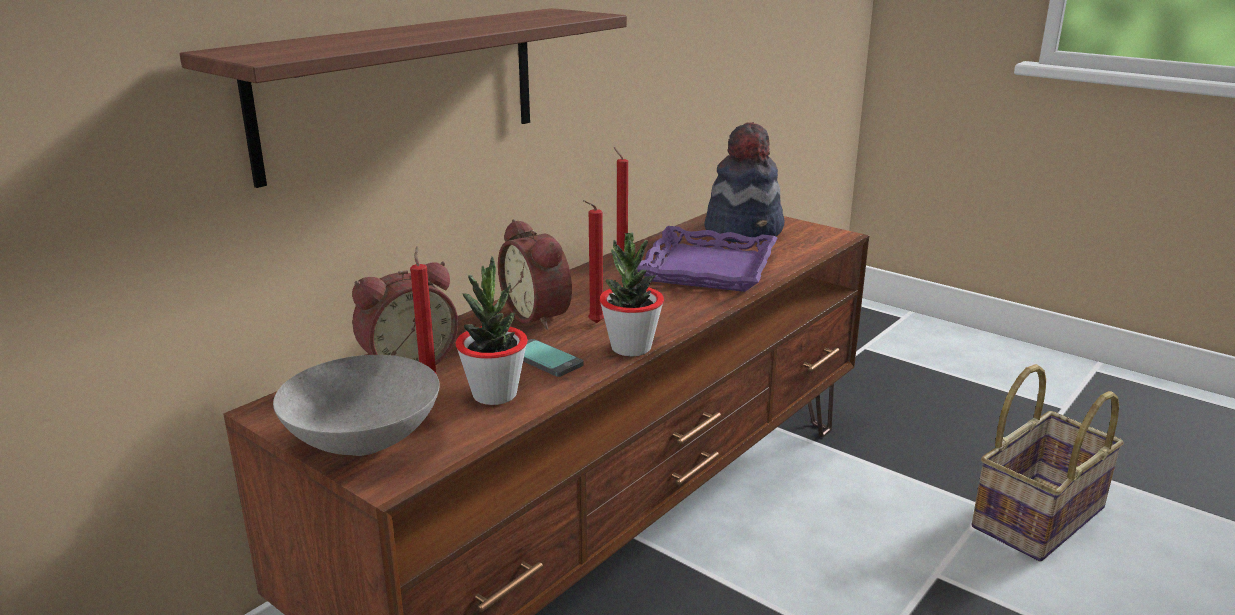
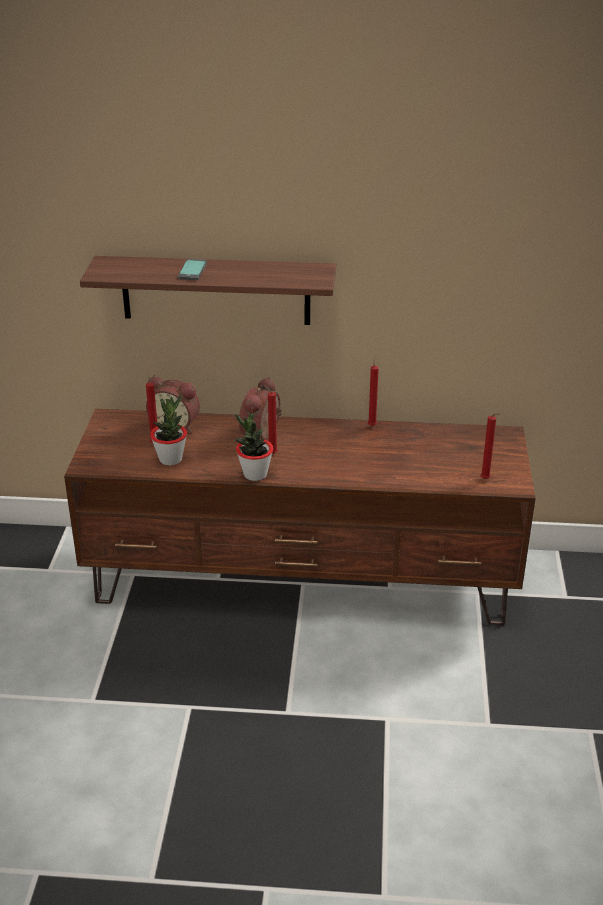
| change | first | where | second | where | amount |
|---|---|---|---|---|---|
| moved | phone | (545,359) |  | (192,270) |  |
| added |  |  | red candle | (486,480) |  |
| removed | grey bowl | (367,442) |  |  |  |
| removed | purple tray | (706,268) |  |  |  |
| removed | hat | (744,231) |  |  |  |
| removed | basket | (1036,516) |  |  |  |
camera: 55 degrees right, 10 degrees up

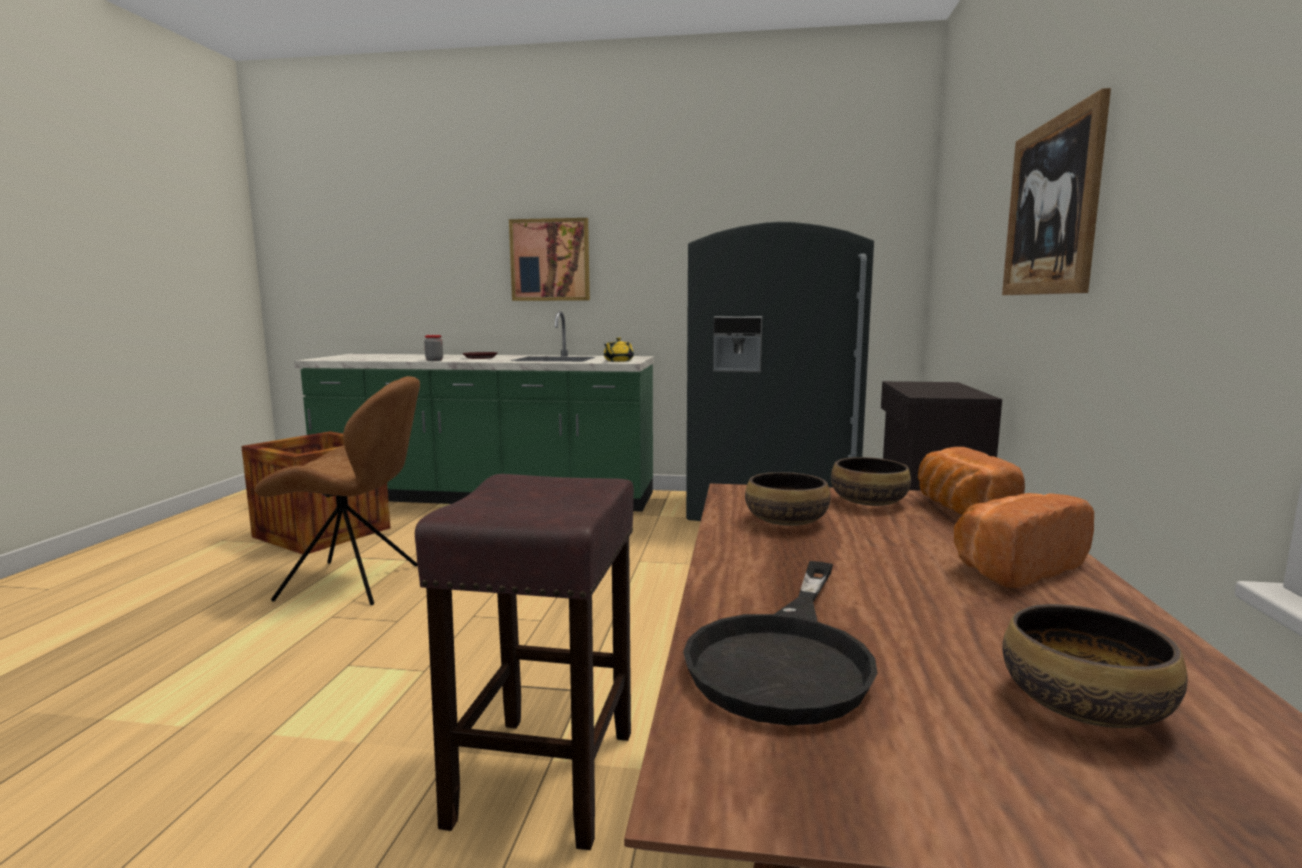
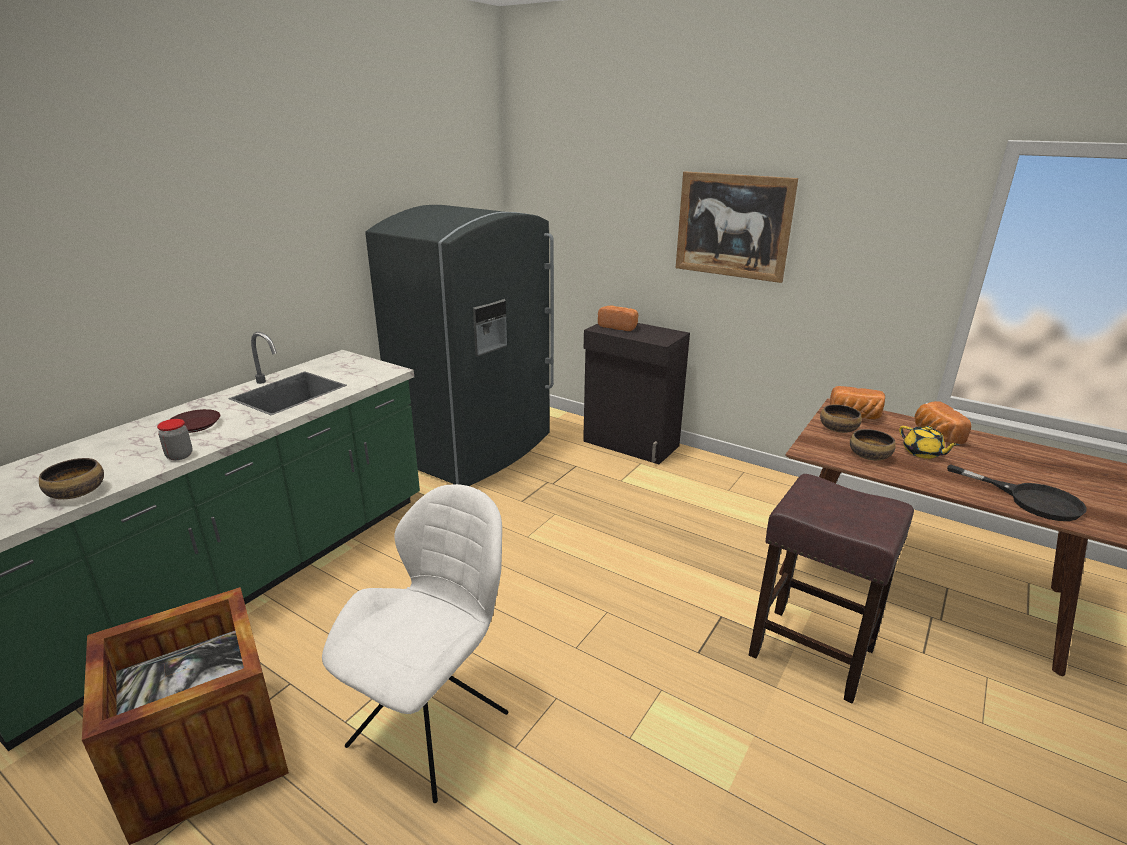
| change | first | where | second | where | amount |
|---|---|---|---|---|---|
| moved | bowl | (1083,706) |  | (77,492) |  |
| recoloured | brown chair | (354,583) | white chair | (433,725) |  |
| added |  |  | bread | (619,327) |  |
| moved | yellow teapot | (618,361) |  | (922,453) |  |
| removed | picture | (550,260) |  |  |  |
camera: 65 degrees left, 15 degrees up

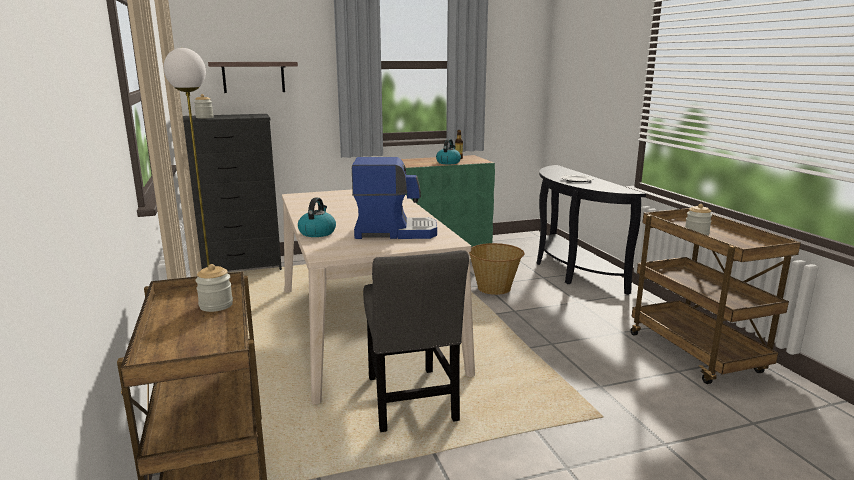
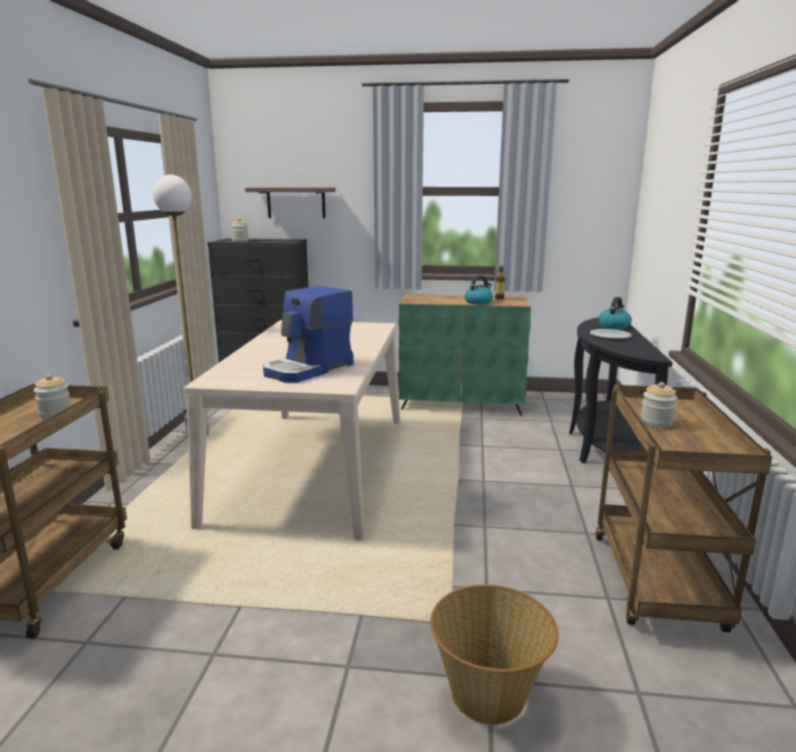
| change | first | where | second | where | amount |
|---|---|---|---|---|---|
| turned | coffee machine | (395,231) |  | (309,369) | 105 degrees clockwise |
| moved | basket | (494,288) |  | (489,695) |  |
| moved | kettle | (317,232) |  | (614,326) |  |
| removed | grey chair | (411,403) |  |  |  |
camera: 25 degrees right, 0 degrees up

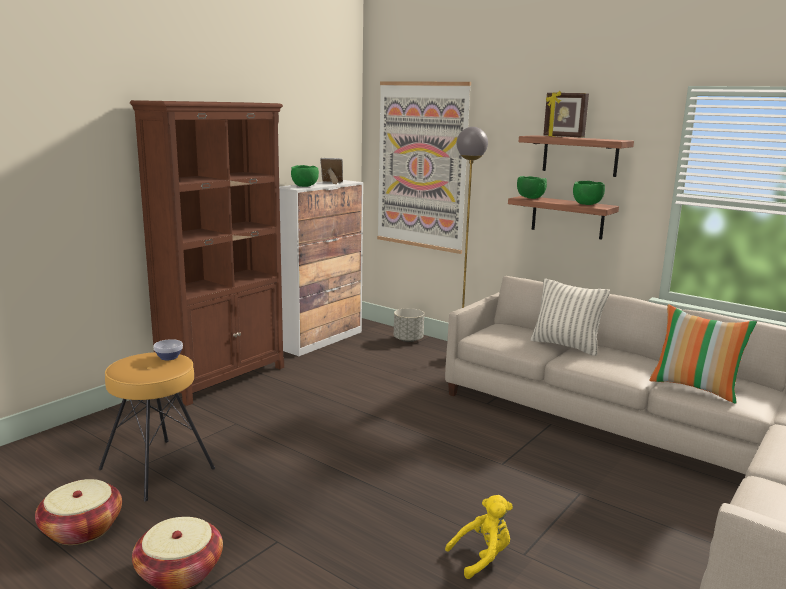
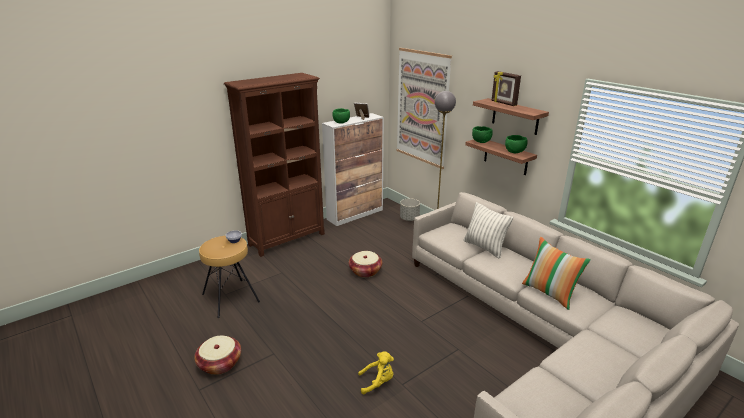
| change | first | where | second | where | amount |
|---|---|---|---|---|---|
| moved | basket | (82,529) |  | (365,271) |  |
camera: 15 degrees right, 10 degrees up

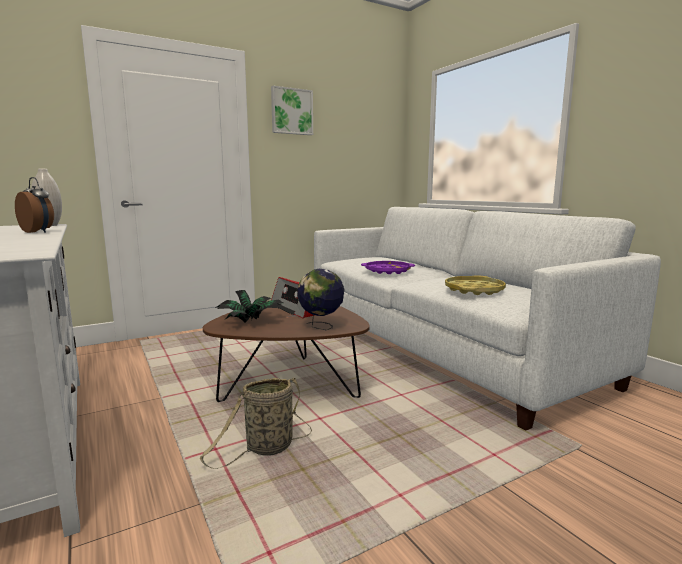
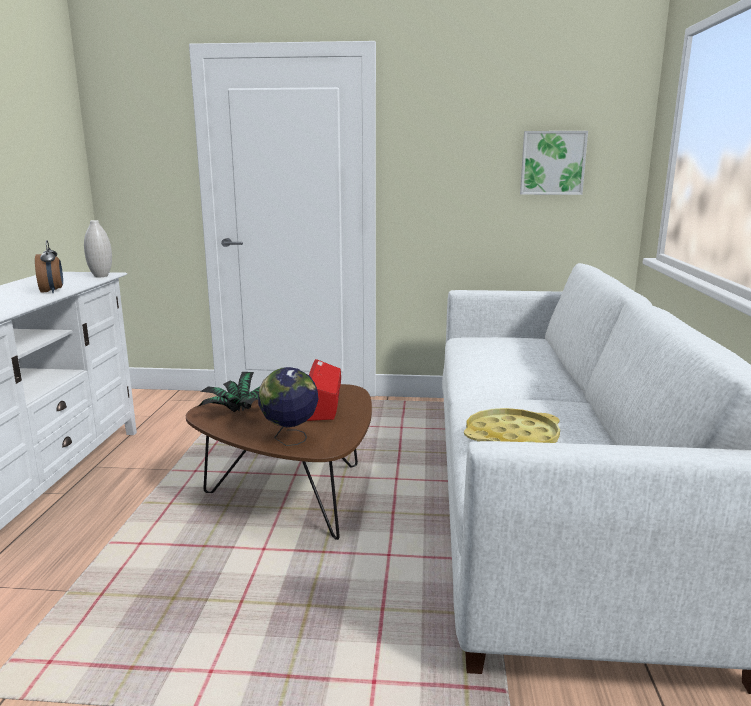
| change | first | where | second | where | amount |
|---|---|---|---|---|---|
| moved | picture | (291,111) |  | (552,163) |  |
| removed | basket | (266,449) |  |  |  |
| removed | purple tray | (387,271) |  |  |  |
camera: 35 degrees right, 5 degrees up

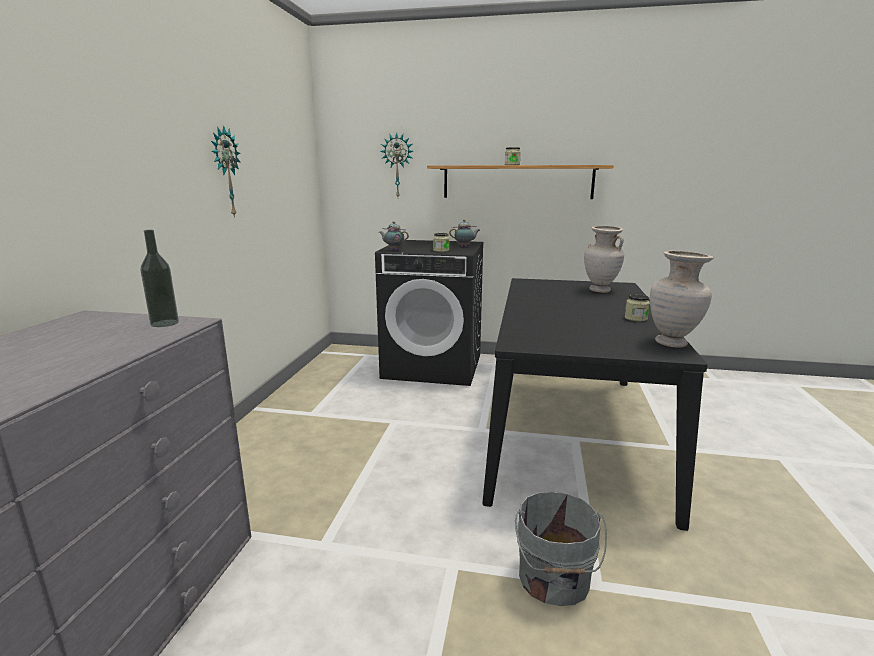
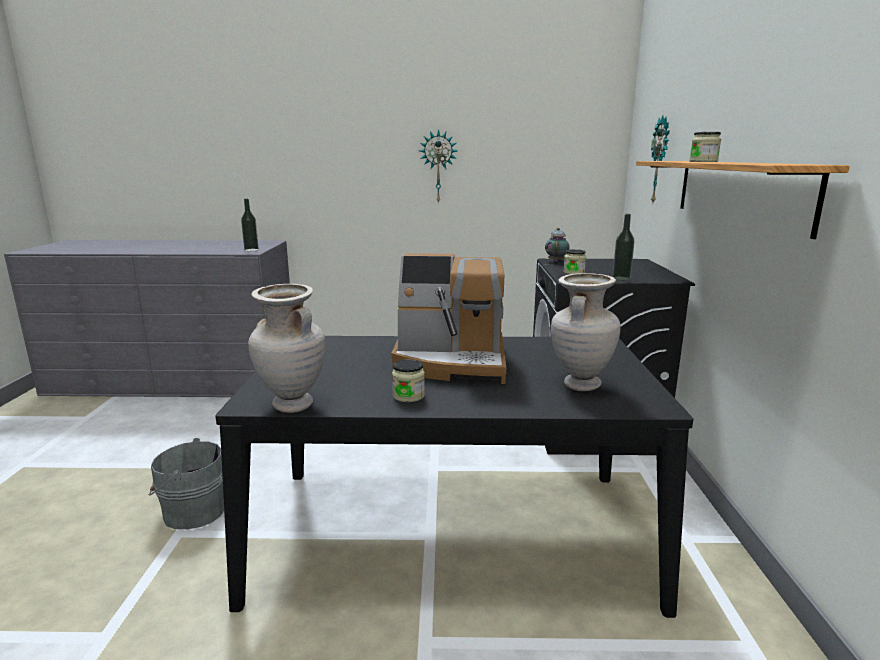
| change | first | where | second | where | amount |
|---|---|---|---|---|---|
| added |  |  | coffee machine | (451,362) |  |
| replaced | teapot | (465,247) | bottle | (621,278) |  |
camera: 80 degrees right, 0 degrees up

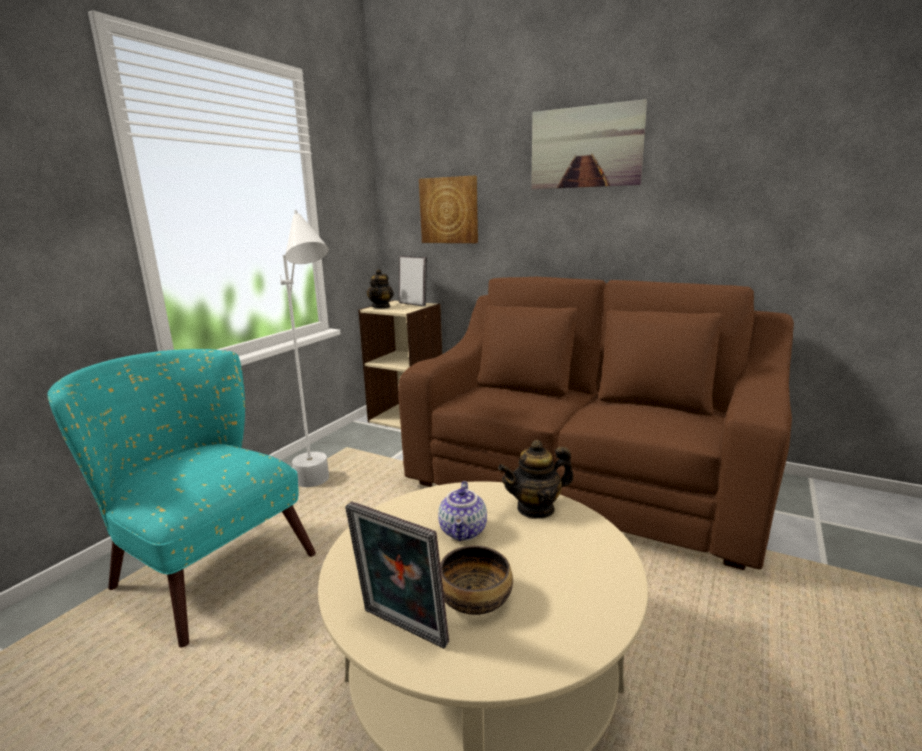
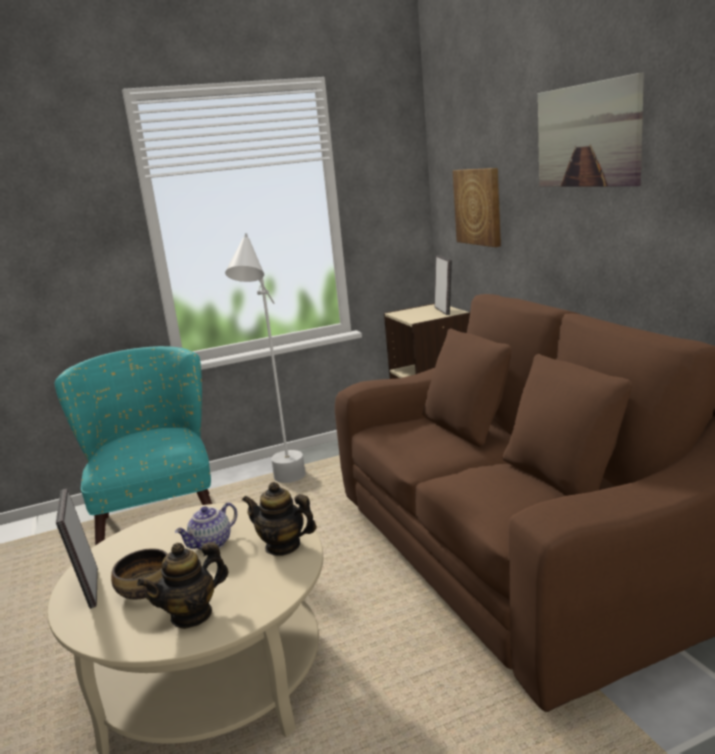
| change | first | where | second | where | amount |
|---|---|---|---|---|---|
| moved | teapot | (381,307) |  | (192,615) |  |
camera: 40 degrees right, 0 degrees up

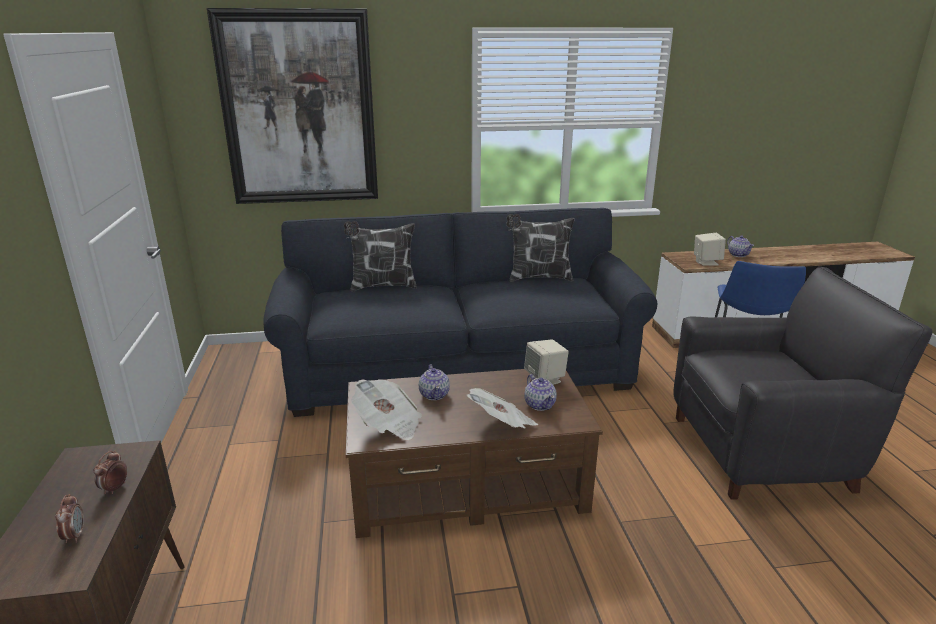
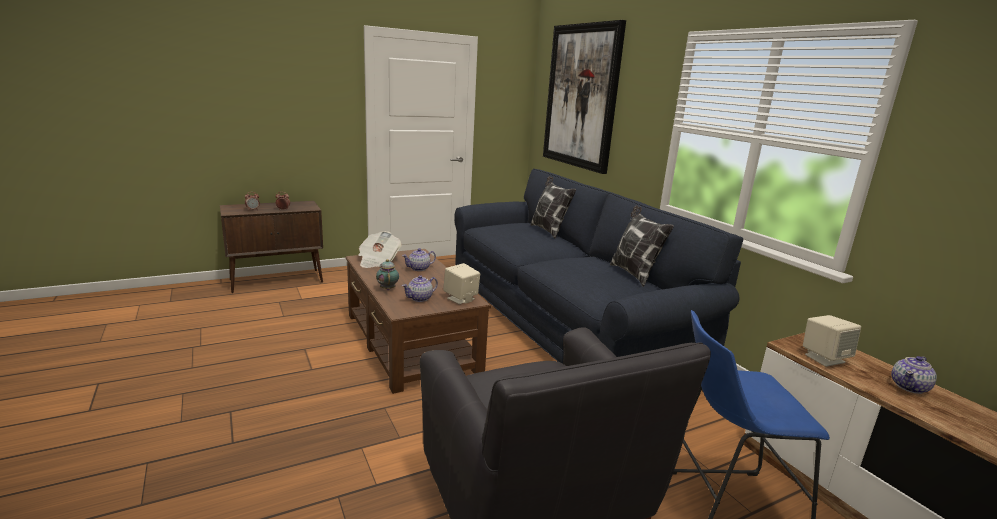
| change | first | where | second | where | amount |
|---|---|---|---|---|---|
| replaced | newspaper | (502,424) | teapot | (387,288) |  |
camera: 70 degrees right, 5 degrees down

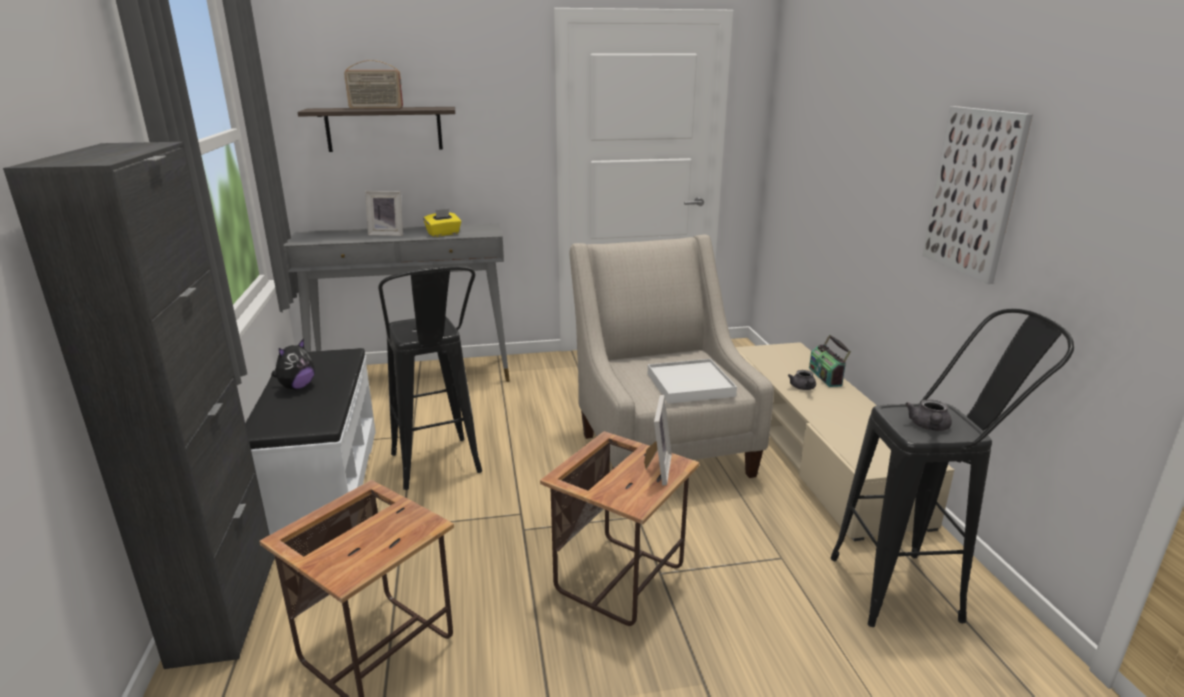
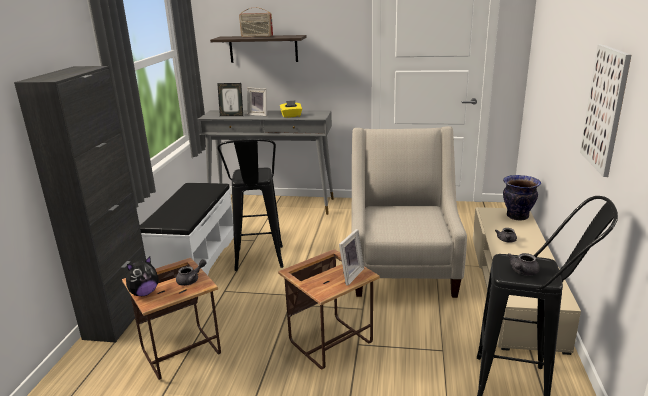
| change | first | where | second | where | amount |
|---|---|---|---|---|---|
| moved | plush toy | (297,387) |  | (144,293) |  |
| added |  |  | grey teapot | (191,280) |  |
| added |  |  | picture frame | (232,115) |  |
| added |  |  | vase | (517,216) |  |
| removed | white tray | (690,385) |  |  |  |
| removed | radio | (826,376) |  |  |  |
camera: 20 degrees right, 0 degrees up

